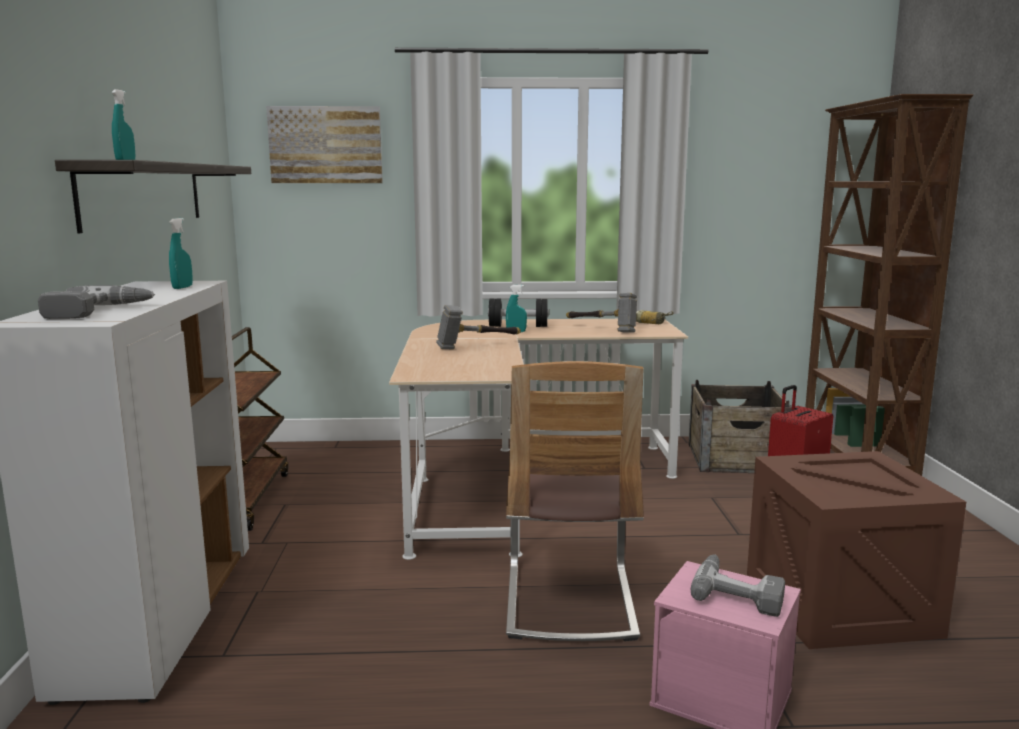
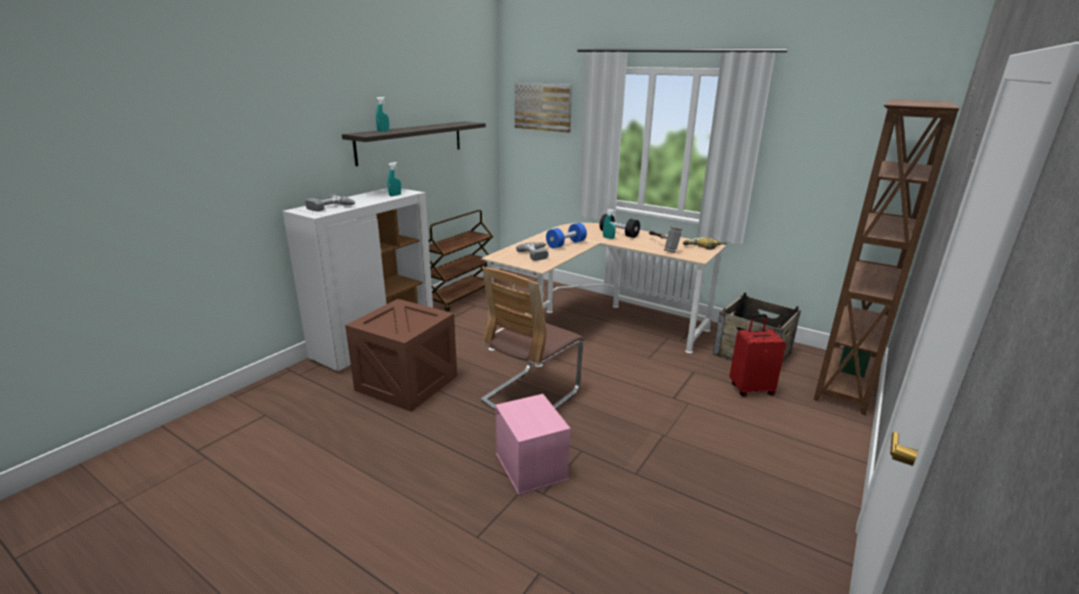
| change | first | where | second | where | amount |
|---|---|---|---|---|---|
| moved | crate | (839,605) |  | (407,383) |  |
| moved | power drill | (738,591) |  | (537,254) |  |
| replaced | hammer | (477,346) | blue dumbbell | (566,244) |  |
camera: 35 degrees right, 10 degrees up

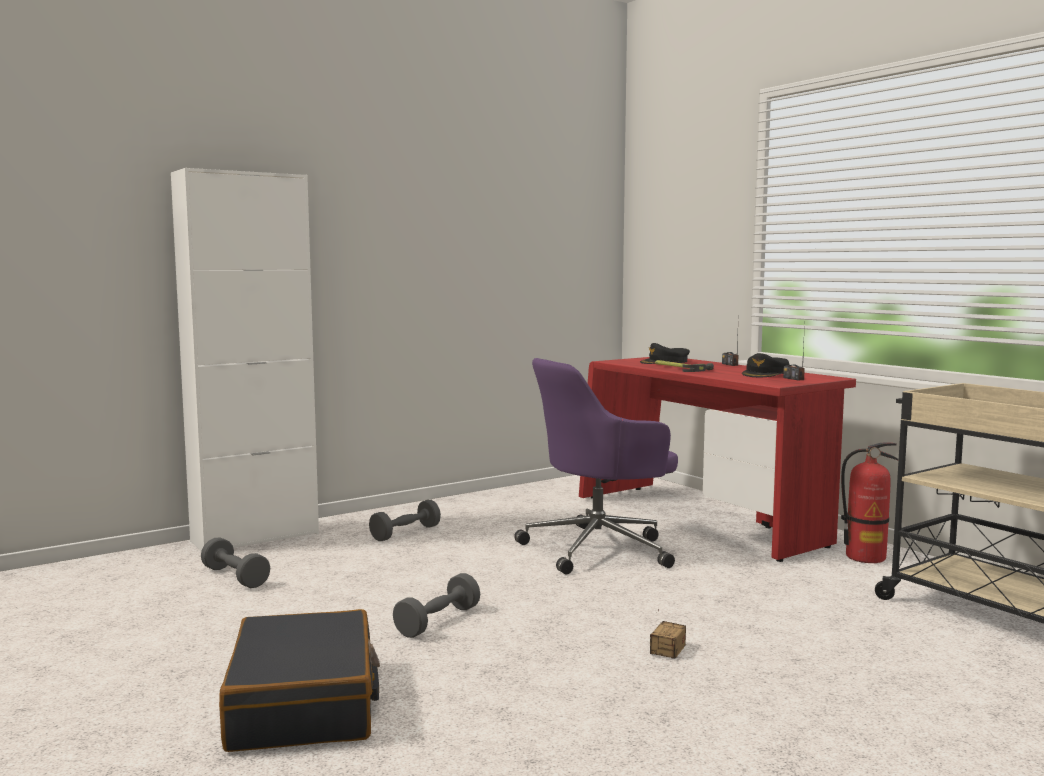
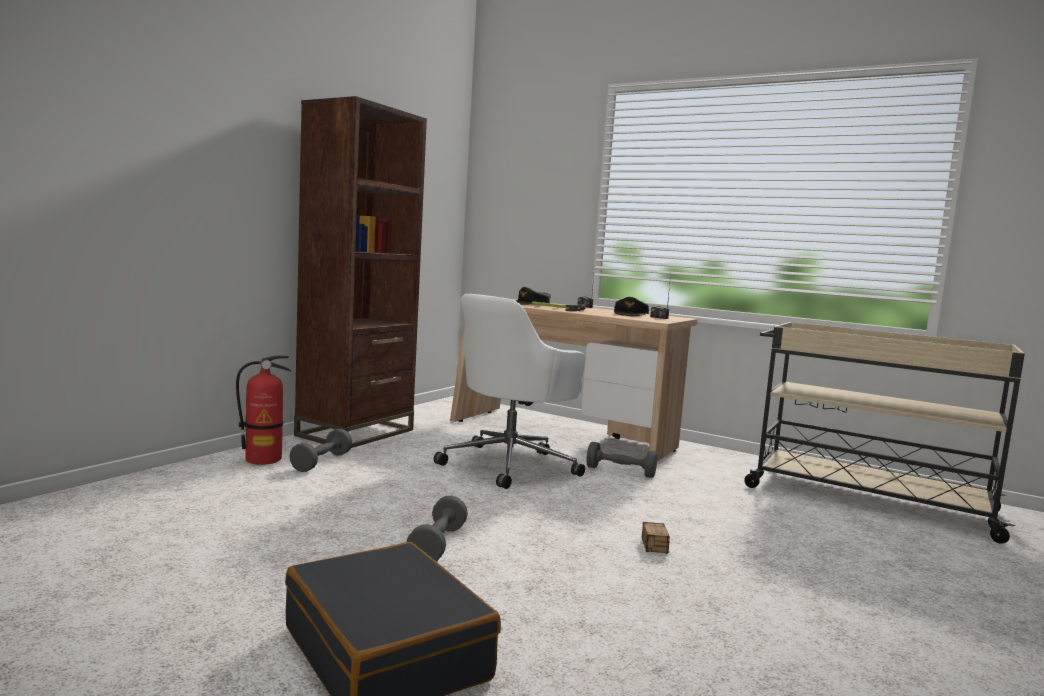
| change | first | where | second | where | amount |
|---|---|---|---|---|---|
| moved | fire extinguisher | (865,557) |  | (263,459) |  |
| added |  |  | brown bookcase | (356,433) |  |
| recoloured | purple office chair | (599,549) | white office chair | (511,464) |  |
| recoloured | red desk | (701,520) | beige desk | (563,435) |  |
| moved | grey dumbbell | (235,577) |  | (620,472) |  |
| removed | white cabinet | (255,537) |  |  |  |
camera: 25 degrees left, 0 degrees up

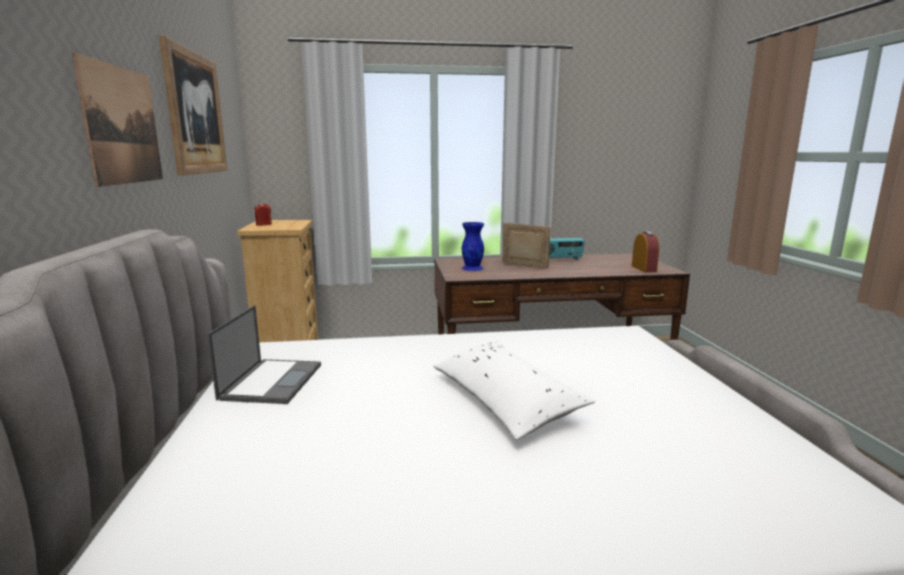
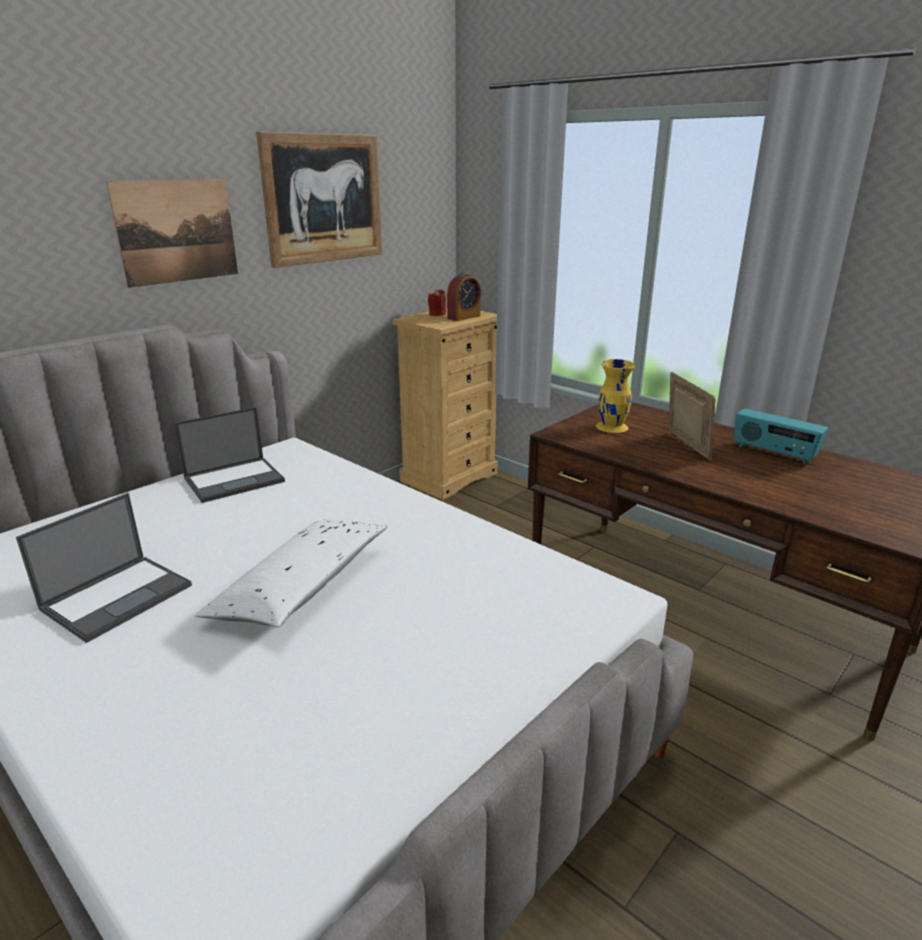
| change | first | where | second | where | amount |
|---|---|---|---|---|---|
| added |  |  | laptop | (118,596) |  |
| moved | alarm clock | (644,268) |  | (464,317) |  |
| recoloured | blue vase | (473,268) | yellow vase | (612,427) |  |
camera: 50 degrees right, 10 degrees up

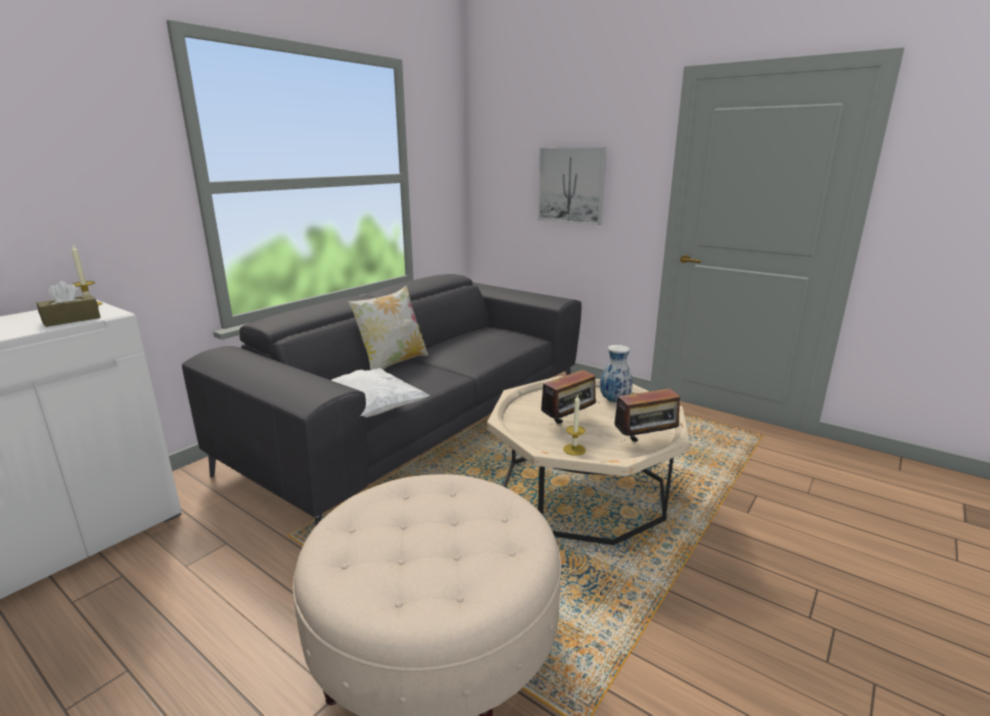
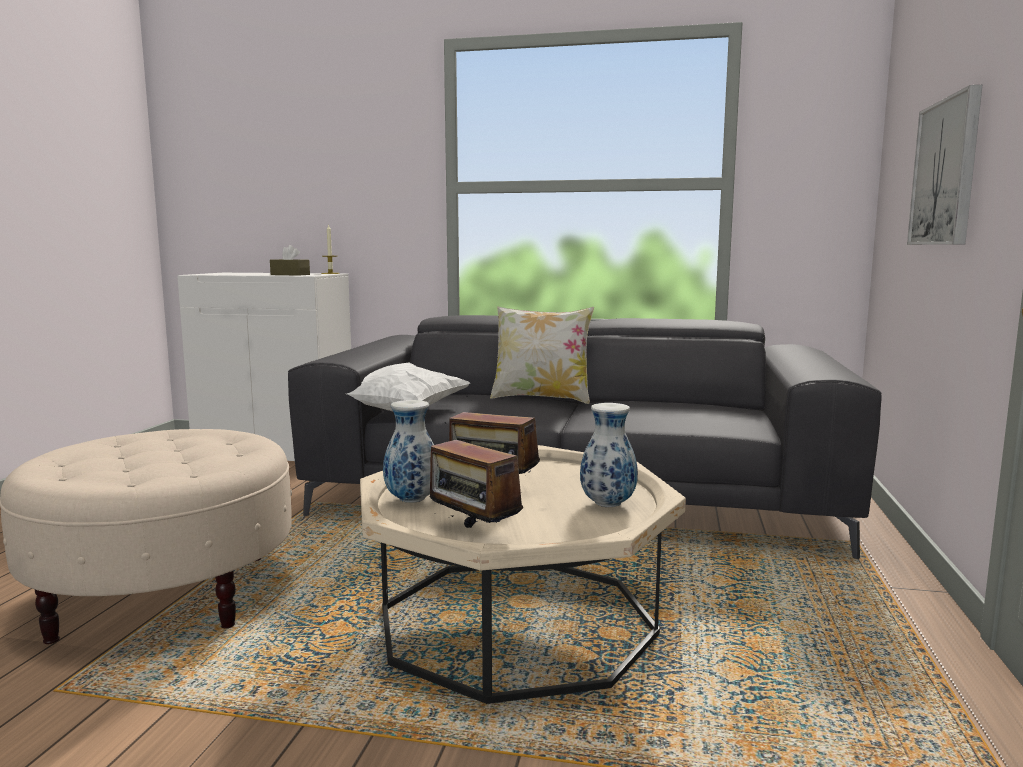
| change | first | where | second | where | amount |
|---|---|---|---|---|---|
| replaced | candle | (574,449) | vase | (411,500) |  |
camera: 65 degrees right, 10 degrees down

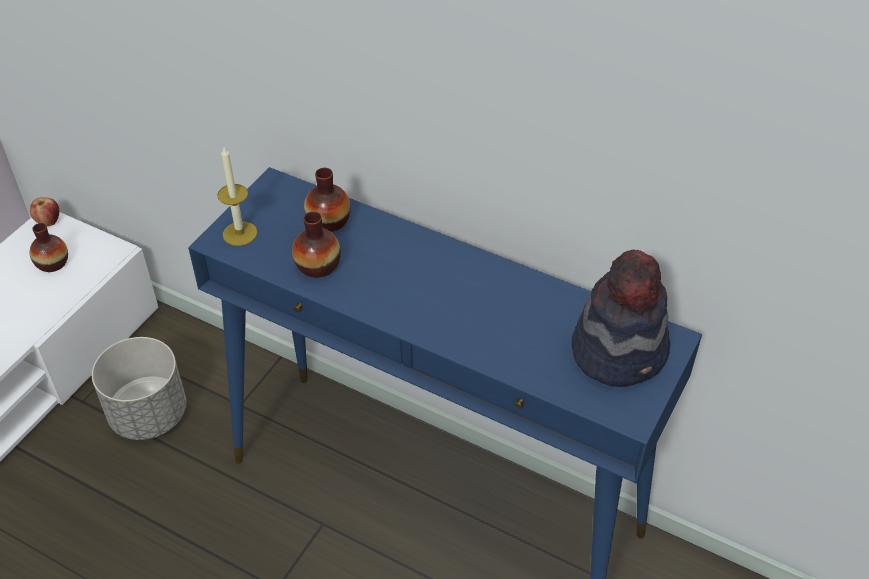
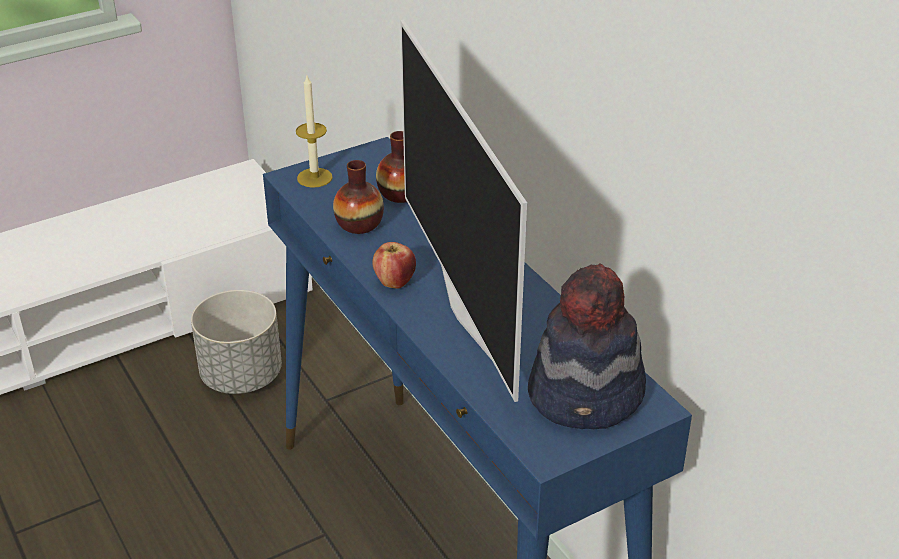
| change | first | where | second | where | amount |
|---|---|---|---|---|---|
| moved | apple | (48,222) |  | (394,282) |  |
| added |  |  | television | (470,309) |  |
| removed | vase | (52,263) |  |  |  |
camera: 30 degrees right, 10 degrees down

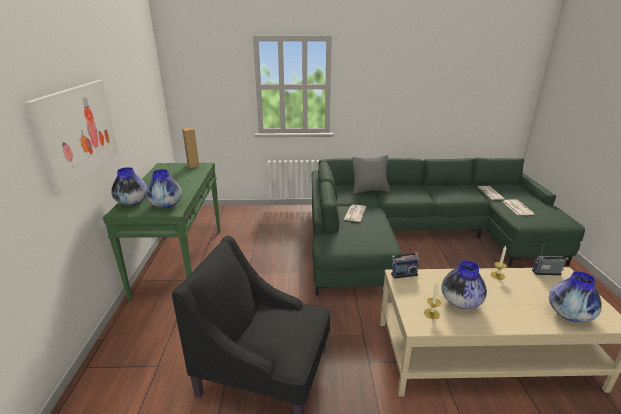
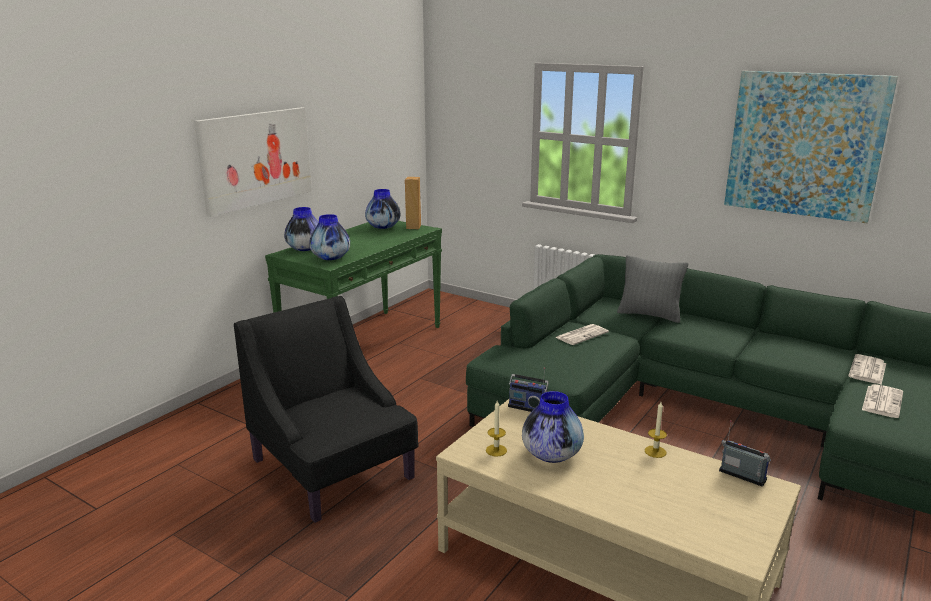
| change | first | where | second | where | amount |
|---|---|---|---|---|---|
| moved | vase | (569,314) |  | (383,227) |  |
| added |  |  | picture | (804,145) |  |
camera: 35 degrees right, 5 degrees down

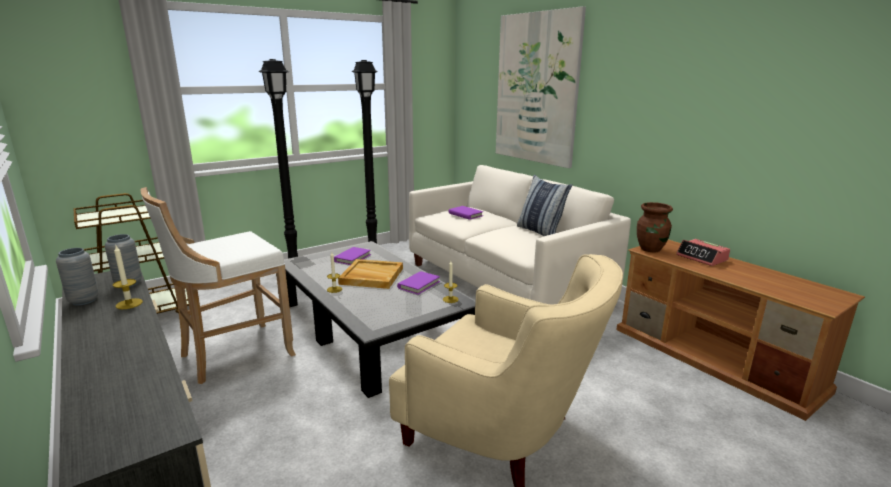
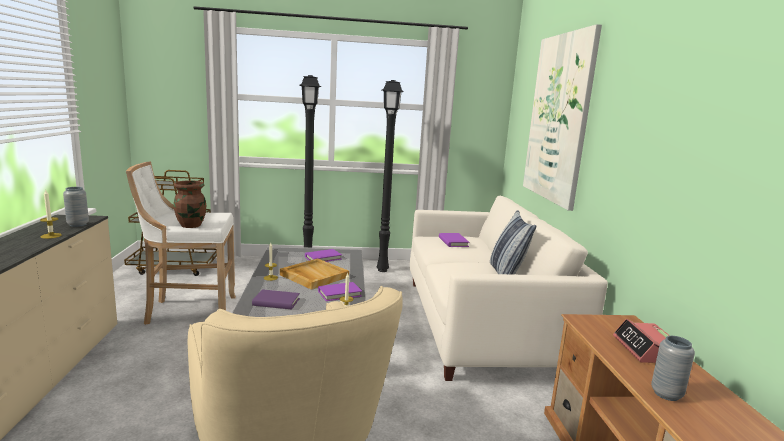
| change | first | where | second | where | amount |
|---|---|---|---|---|---|
| moved | brown vase | (651,249) |  | (191,225) |  |
| added |  |  | purple book | (276,302) |  |
| moved | grey vase | (84,301) |  | (666,394) |  |
camera: 30 degrees right, 5 degrees down

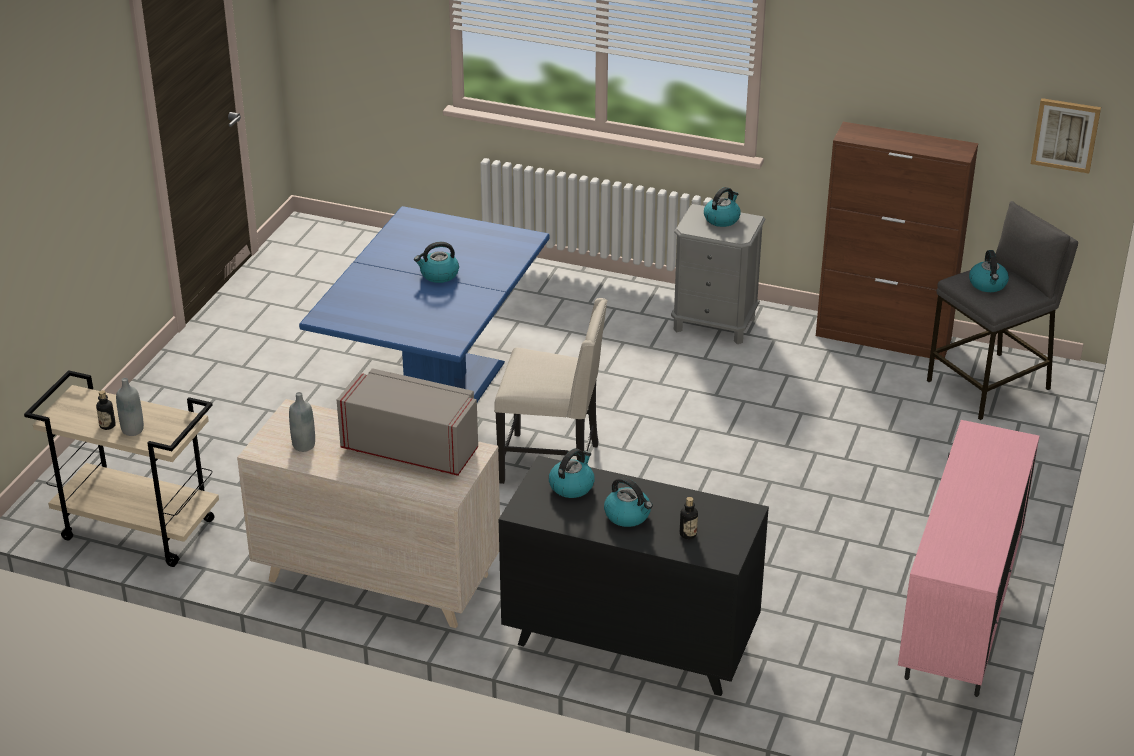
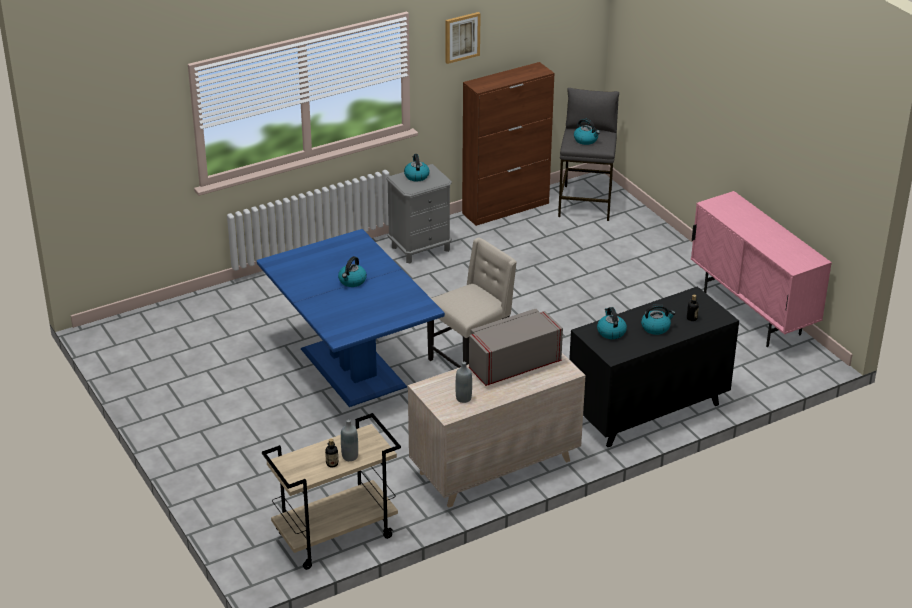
| change | first | where | second | where | amount |
|---|---|---|---|---|---|
| moved | picture | (1065,134) |  | (461,37) |  |
camera: 50 degrees left, 0 degrees up

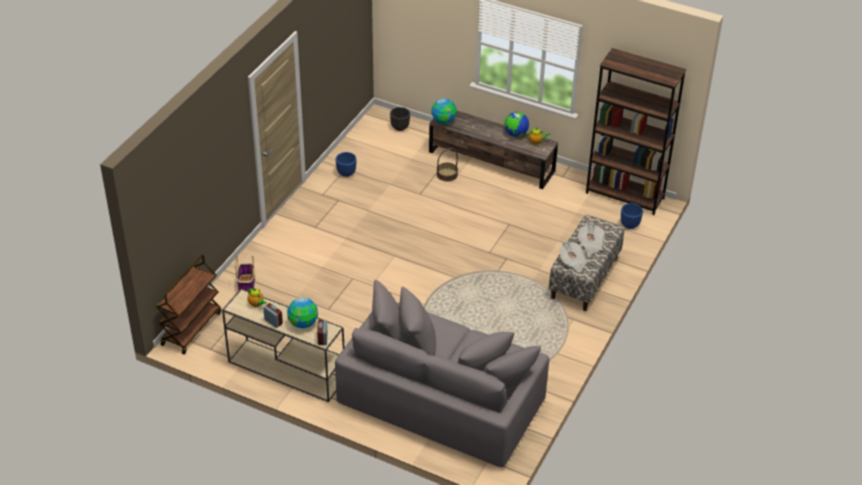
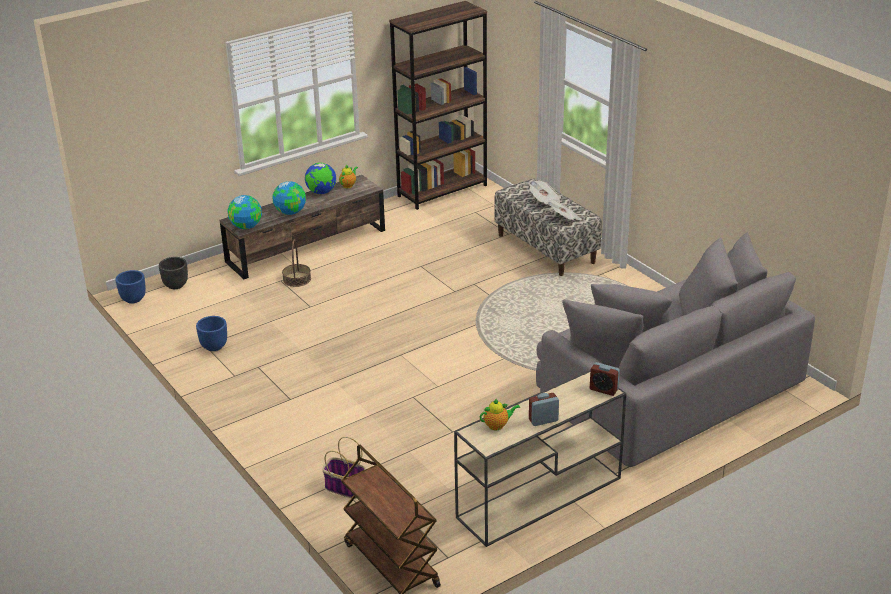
| change | first | where | second | where | amount |
|---|---|---|---|---|---|
| moved | blue planter | (630,225) |  | (133,299) |  |
| moved | globe | (303,323) |  | (290,212) |  |
camera: 60 degrees left, 10 degrees down

